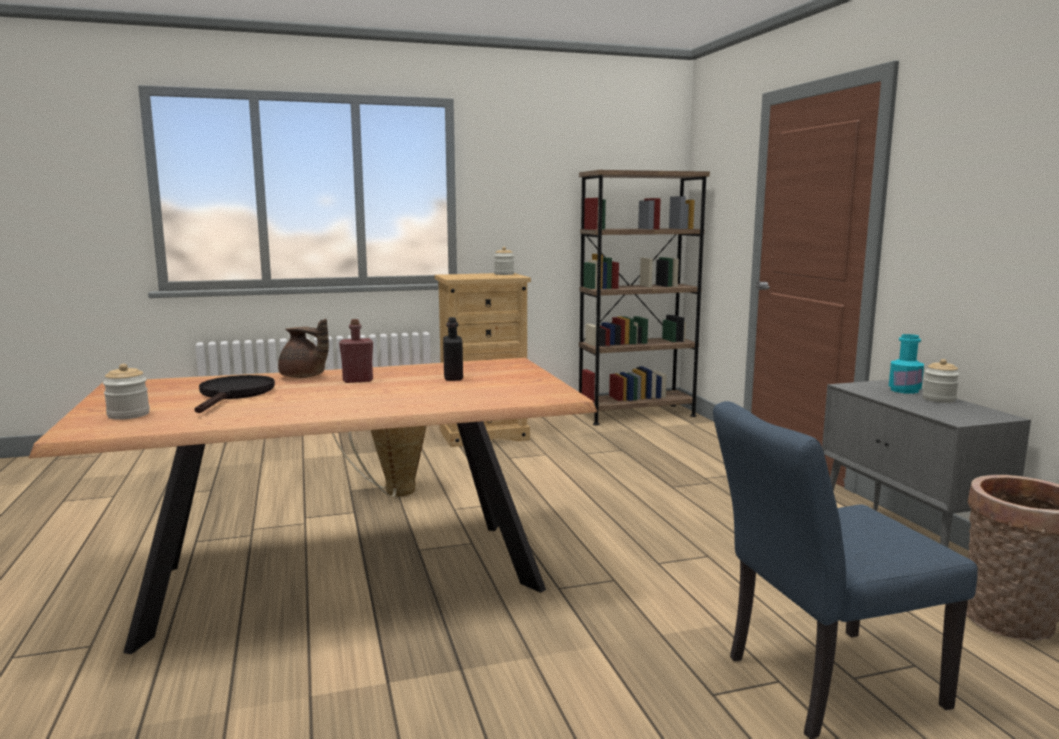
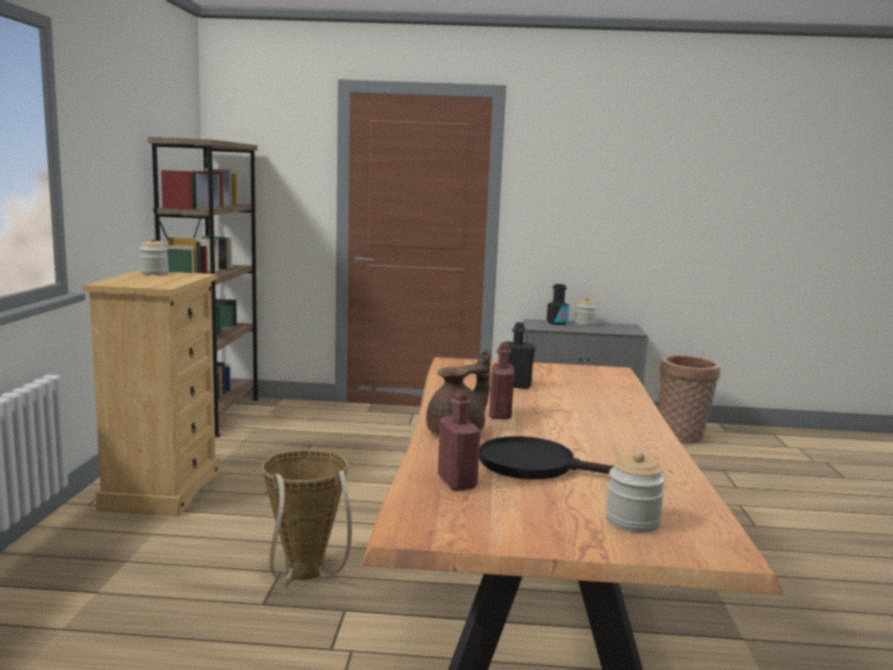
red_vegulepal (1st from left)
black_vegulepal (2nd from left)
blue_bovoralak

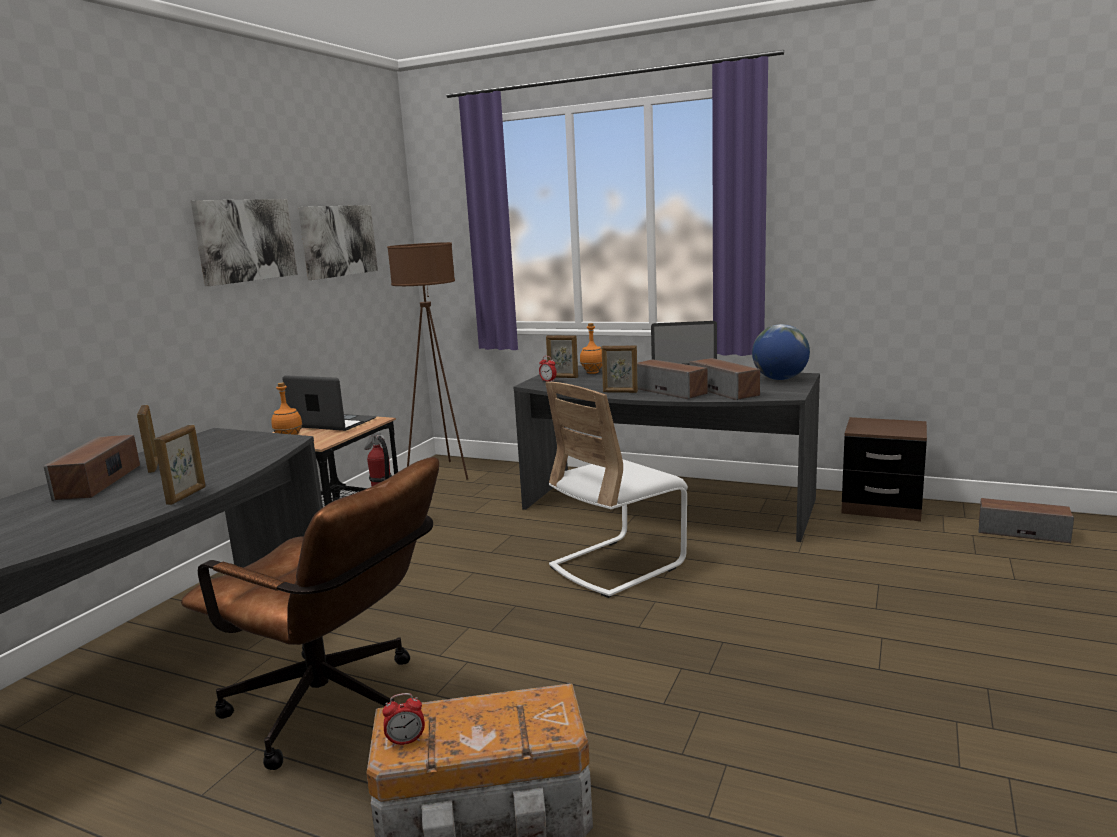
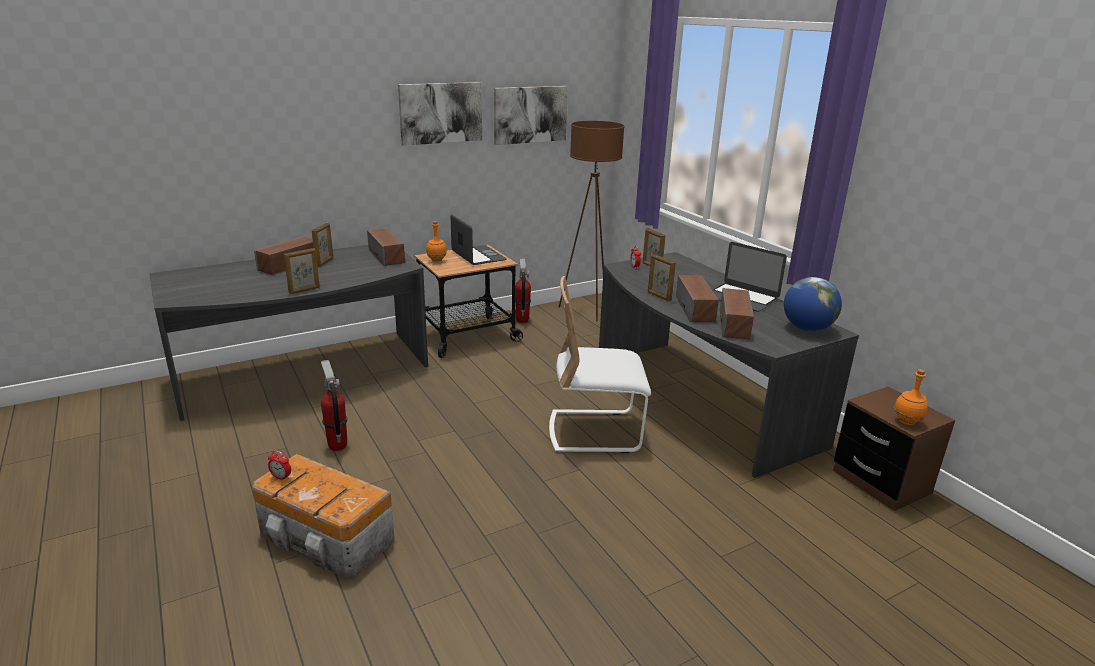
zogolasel (1st from left)
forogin (2nd from left)
orange_vegulepal (2nd from left)

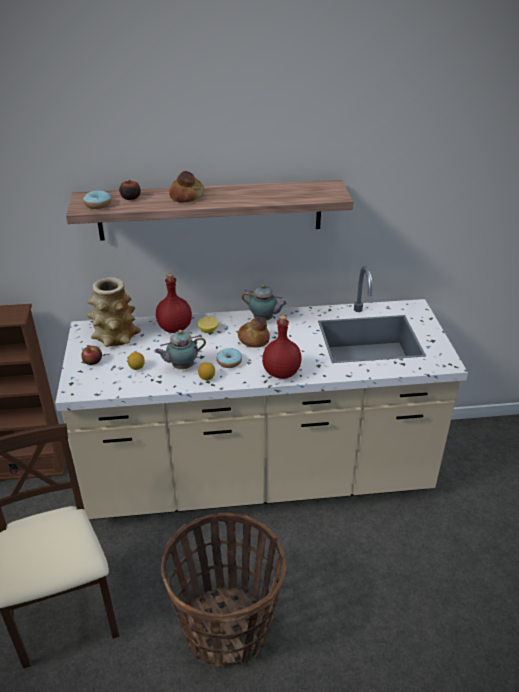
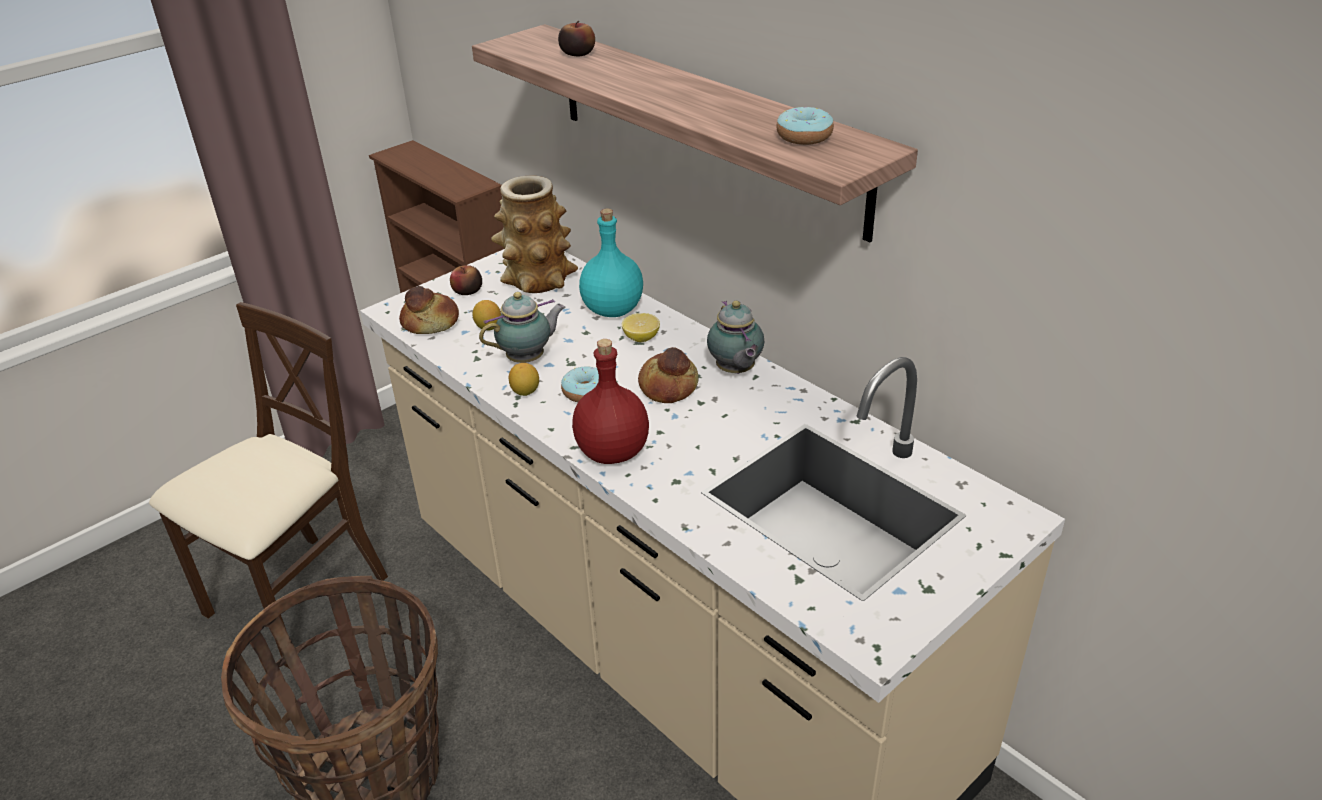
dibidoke (1st from left)
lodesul (1st from left)
turquoise_vegulepal
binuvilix (2nd from left)

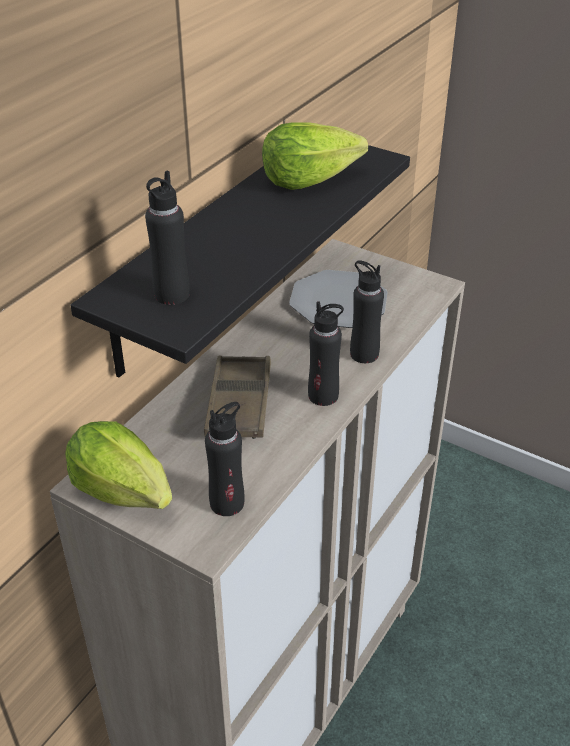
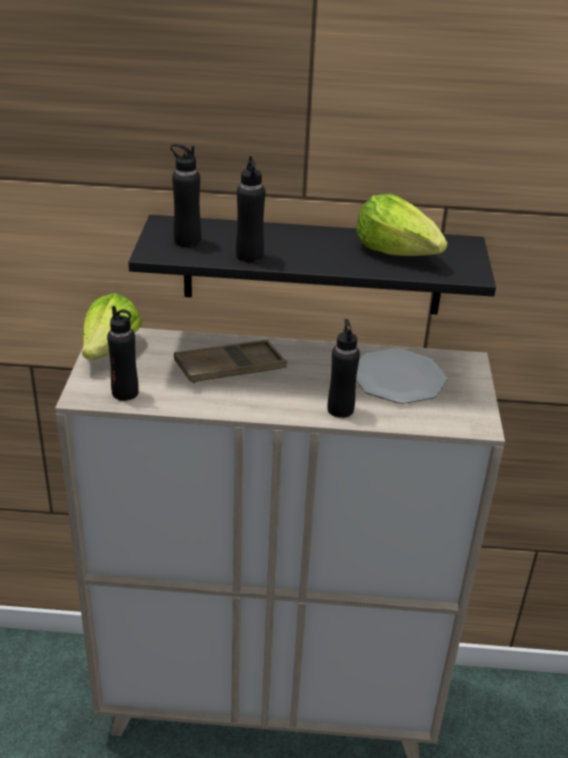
black_vegulepal (3rd from left)

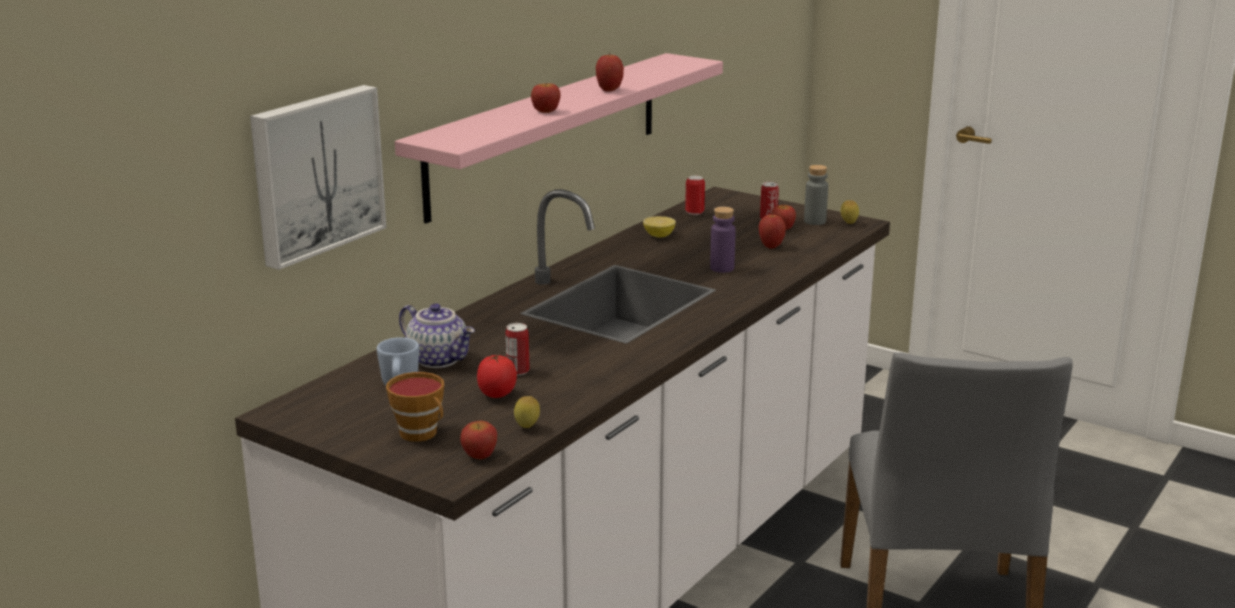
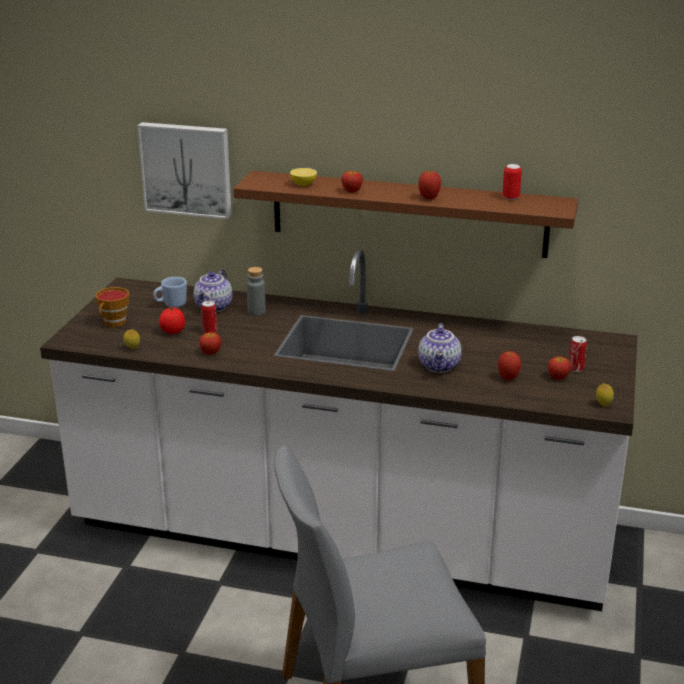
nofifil (1st from left)
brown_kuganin
grey_vegulepal
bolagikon (2nd from left)
lodesul (2nd from left)
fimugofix (2nd from left)

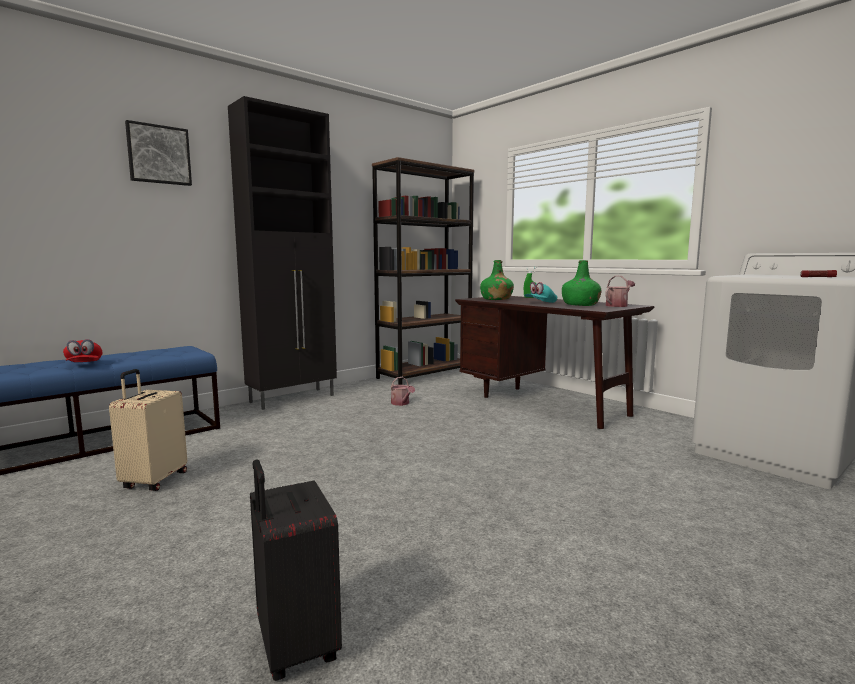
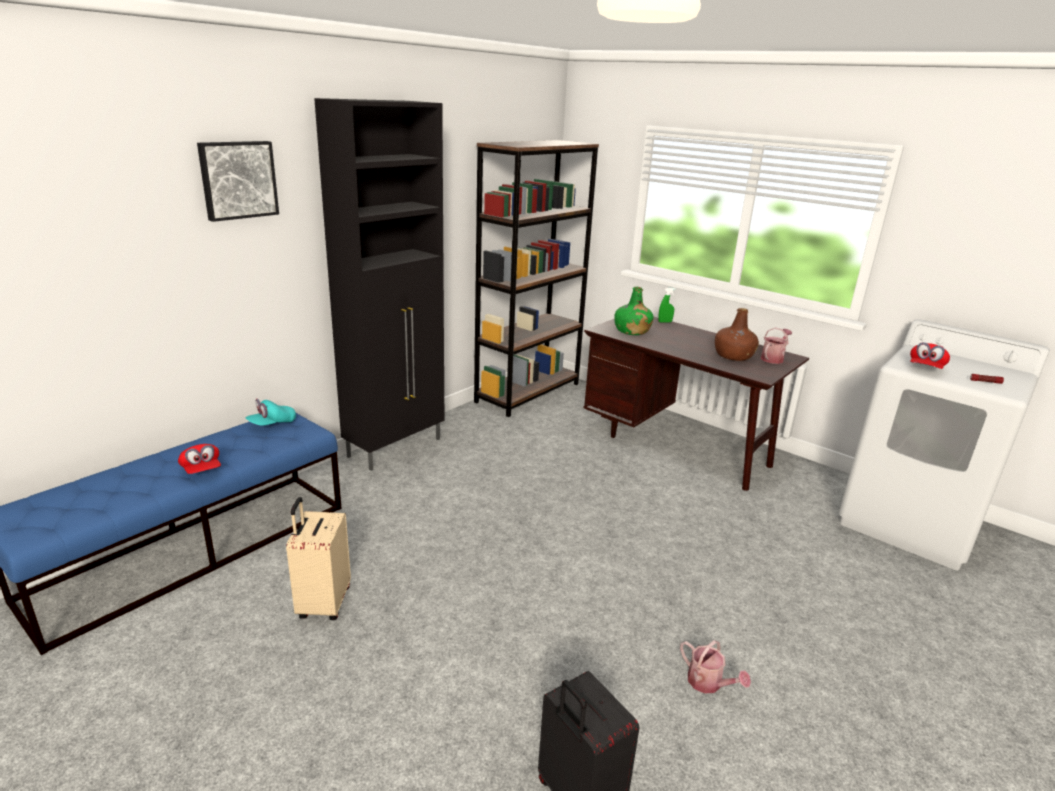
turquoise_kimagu
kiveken (1st from left)
brown_vegulepal
red_kimagu (2nd from left)

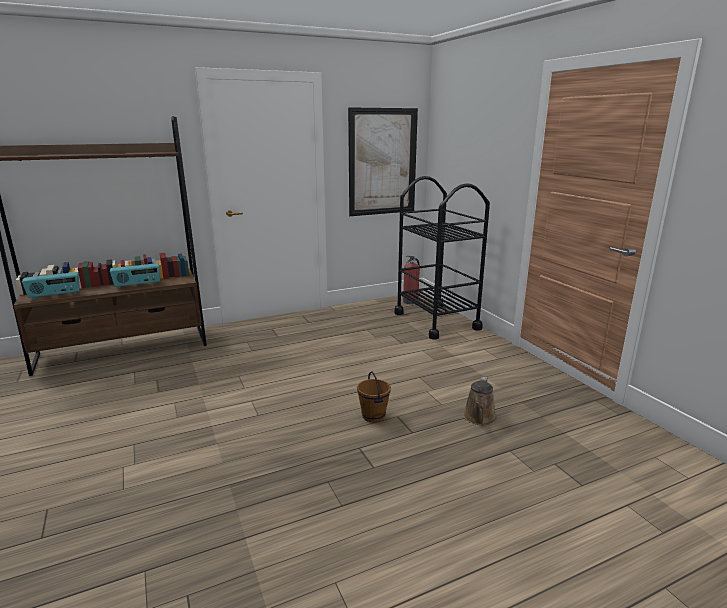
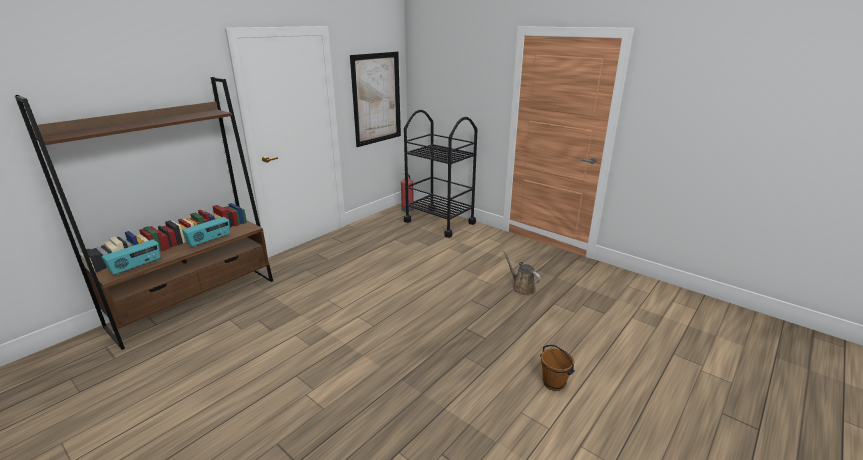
brown_kiveken
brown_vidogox

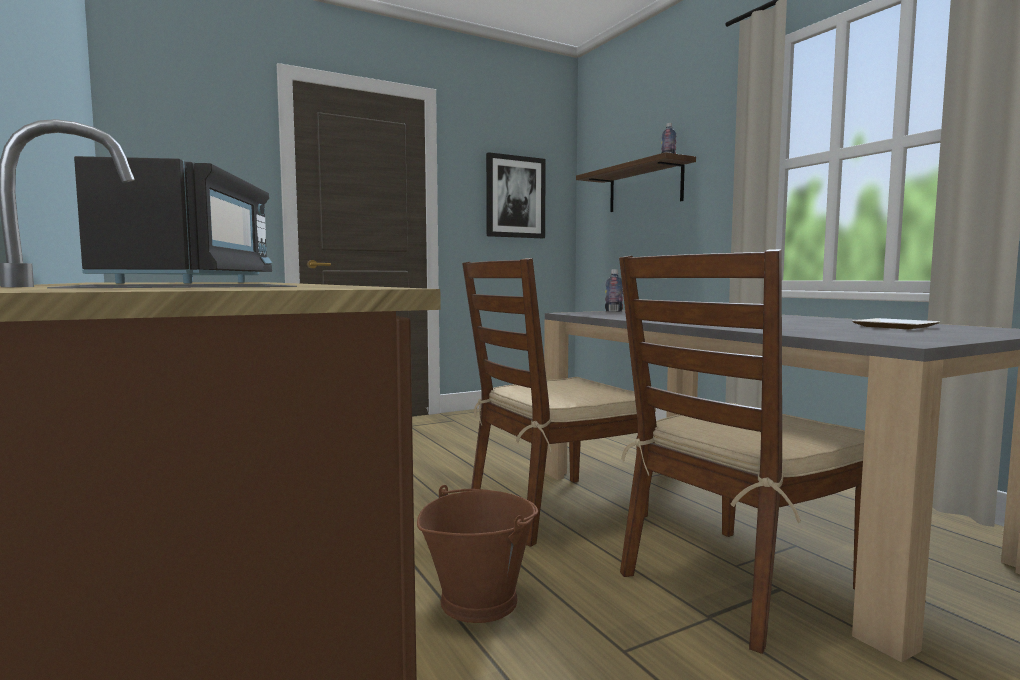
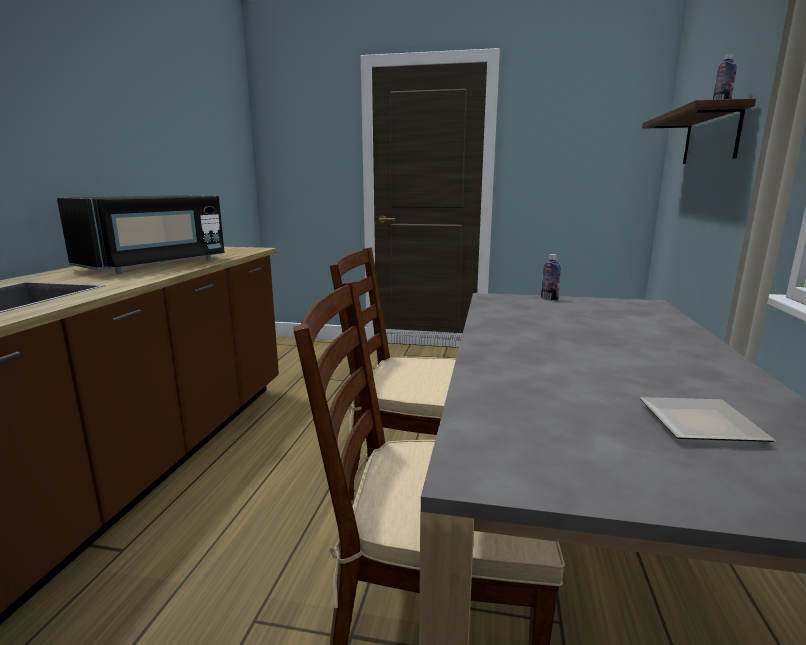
brown_vidogox
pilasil

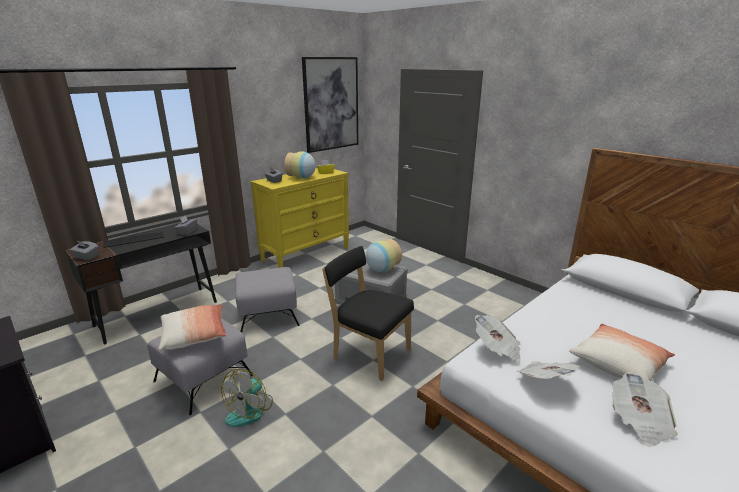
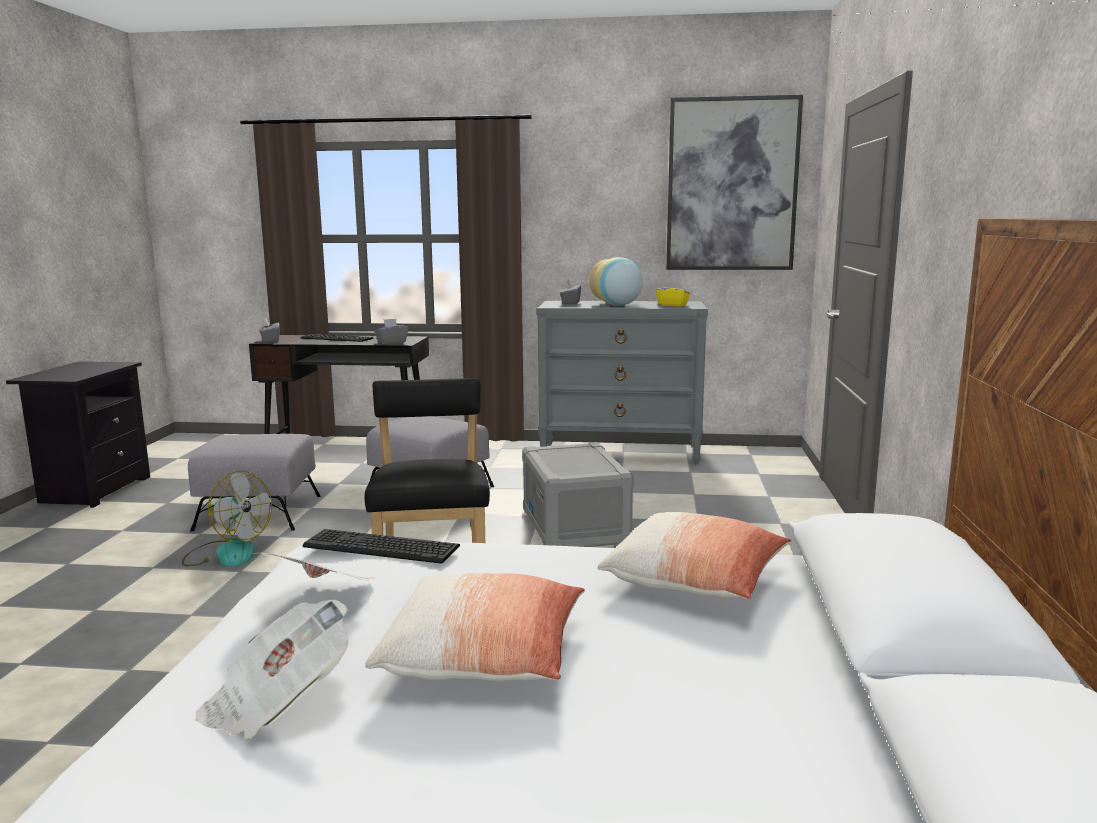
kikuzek
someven (2nd from left)
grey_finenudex
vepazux (2nd from left)
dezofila (2nd from left in the first image)

